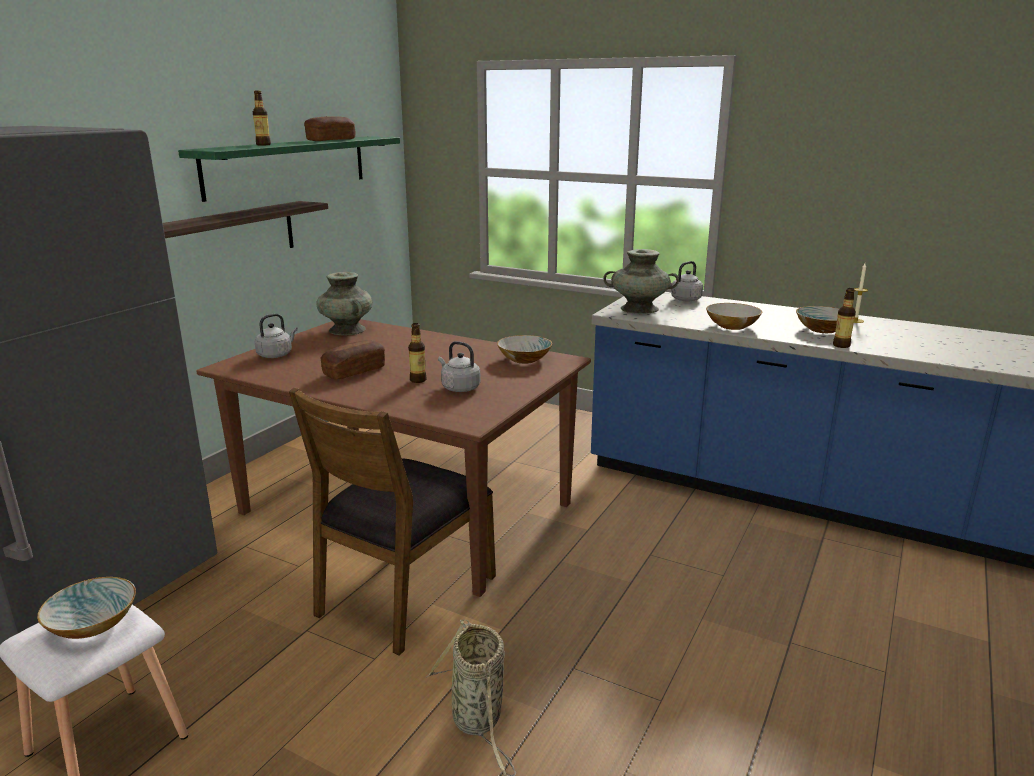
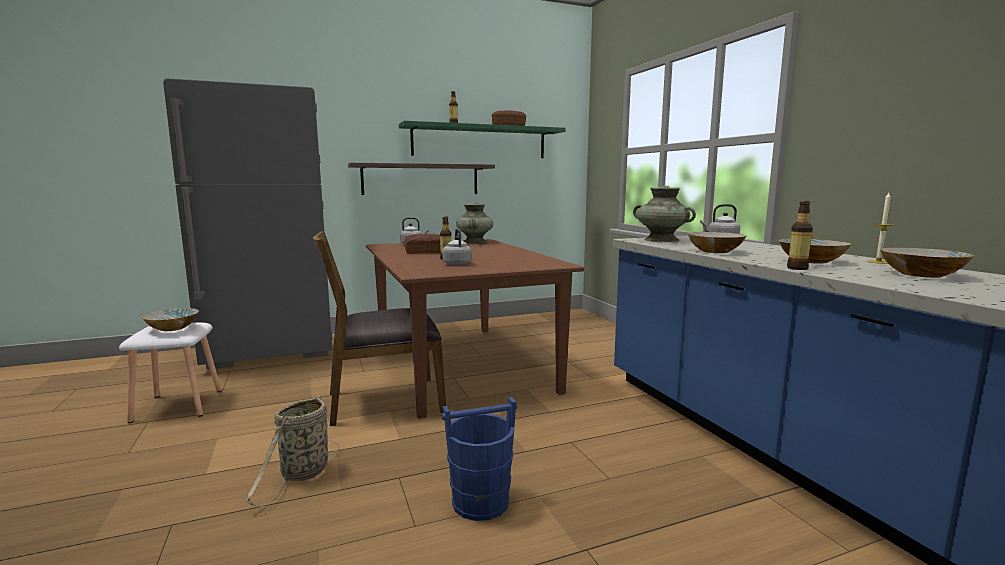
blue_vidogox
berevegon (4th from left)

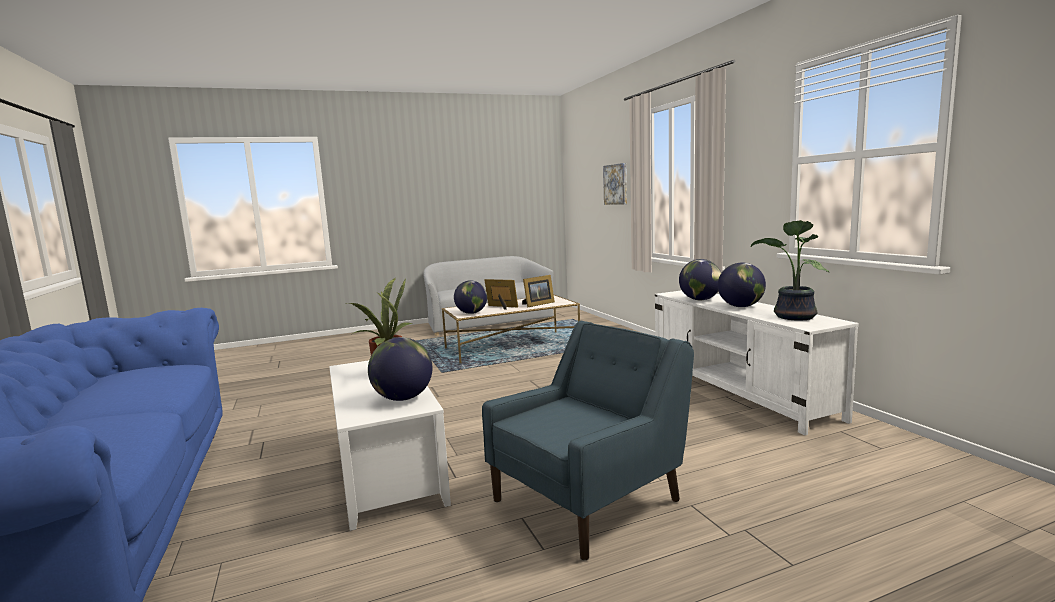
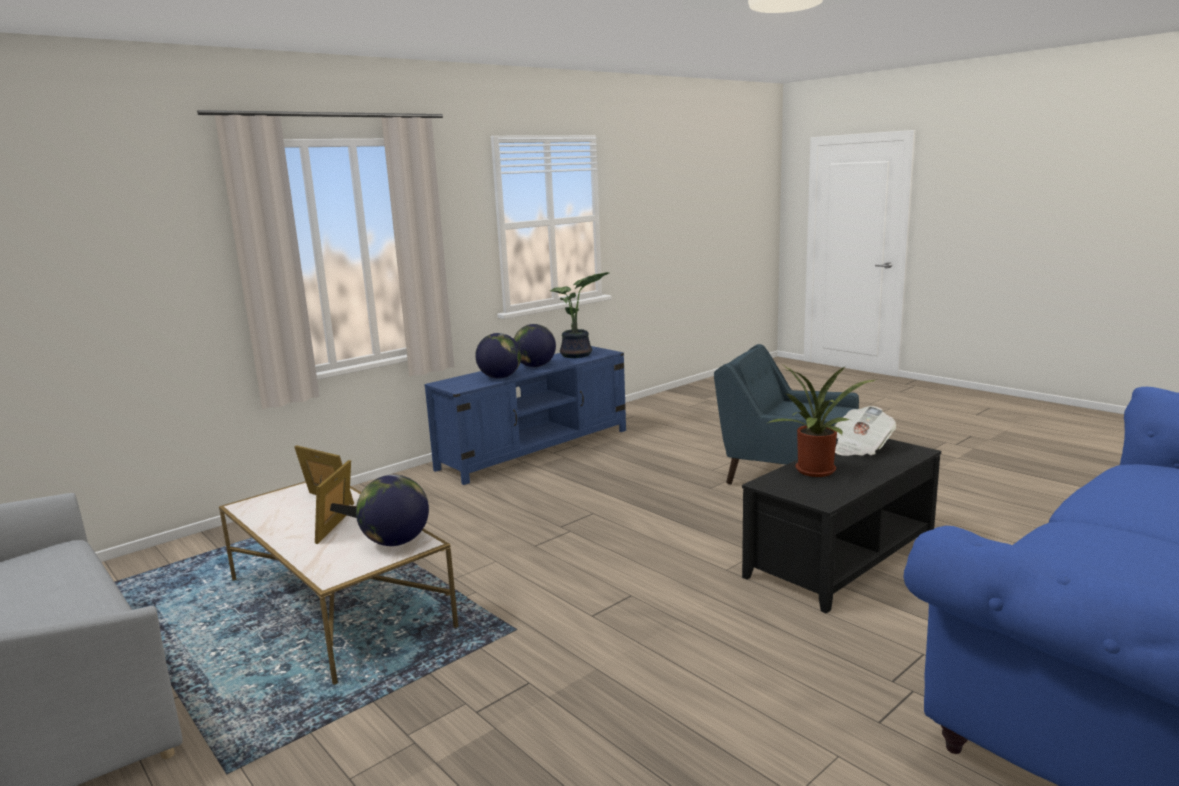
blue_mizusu
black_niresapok
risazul
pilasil

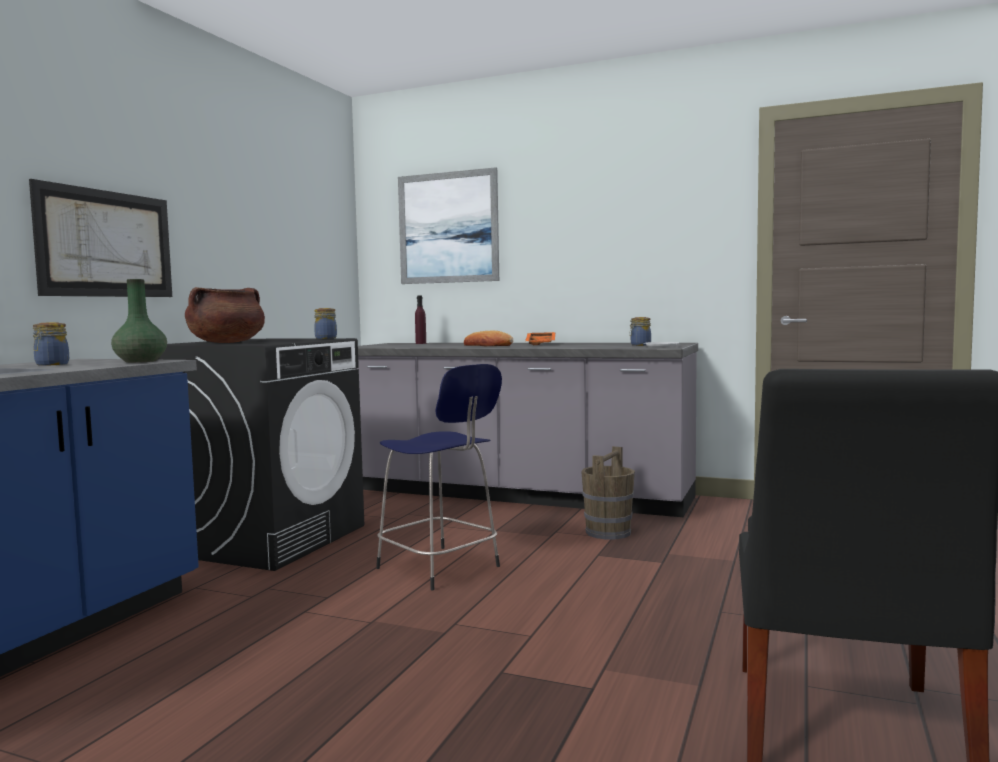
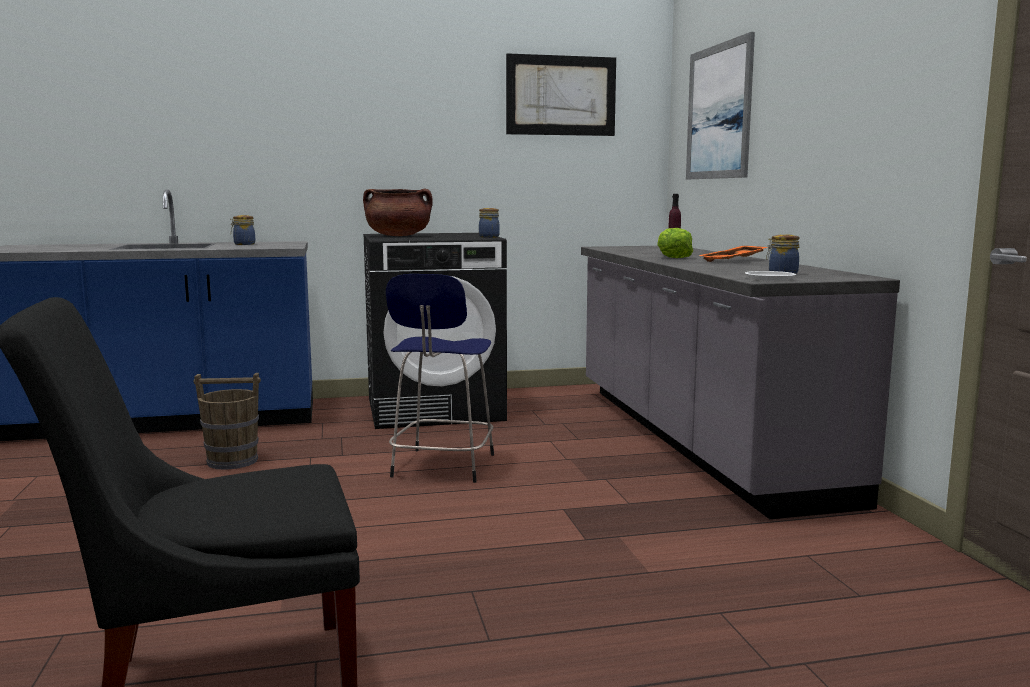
brown_vidogox
pilasil (1st from left)
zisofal
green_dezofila

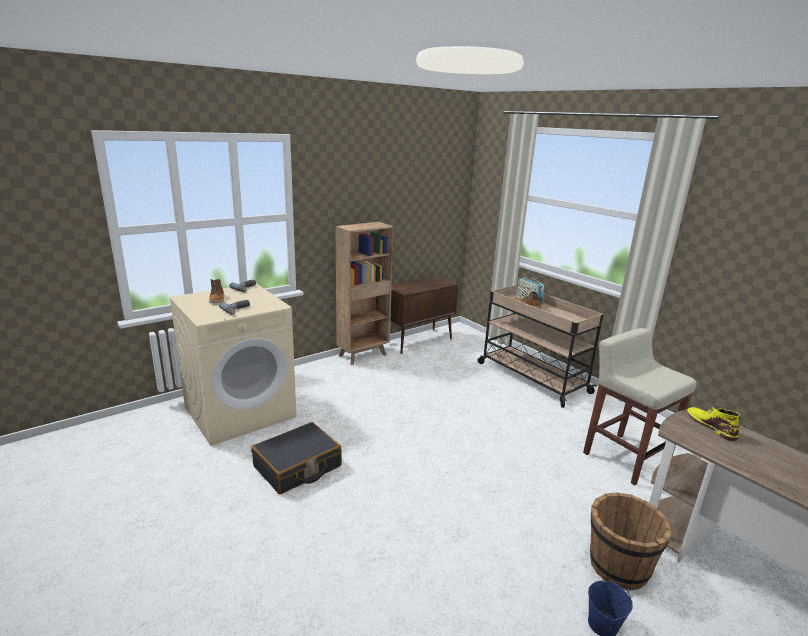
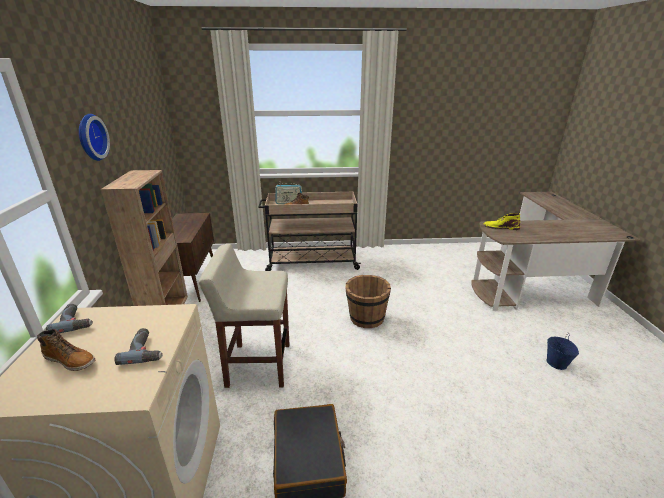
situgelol
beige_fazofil
brown_vidogox

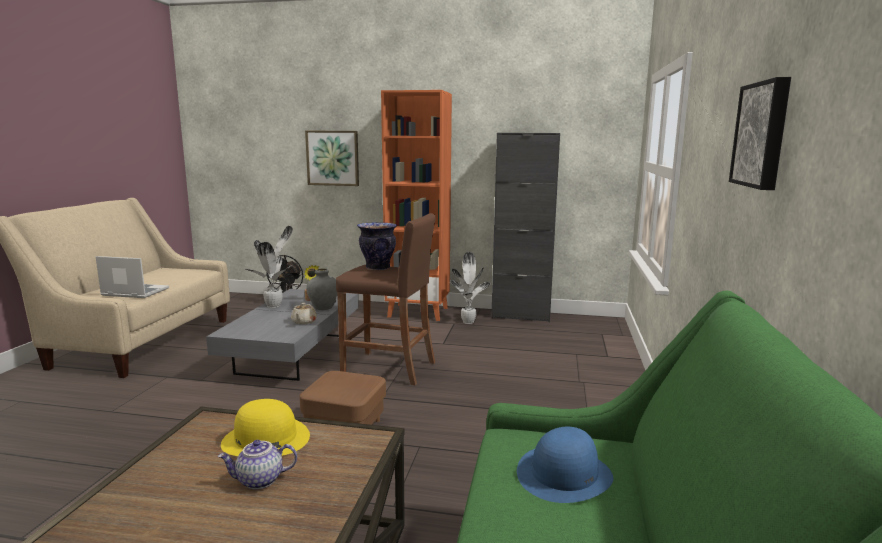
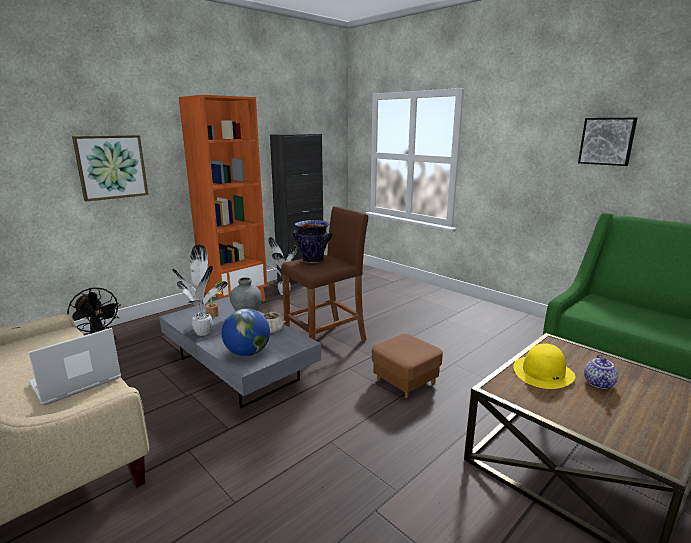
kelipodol
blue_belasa

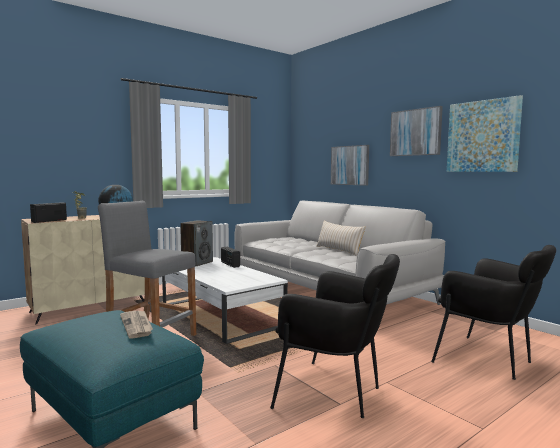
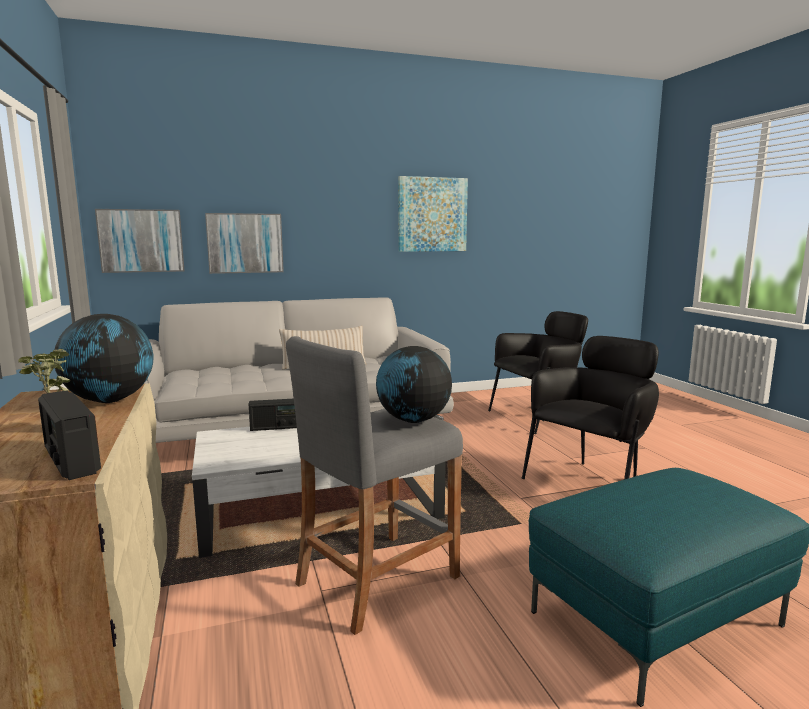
pilasil (1st from left)
kelipodol (2nd from left)
risazul
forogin

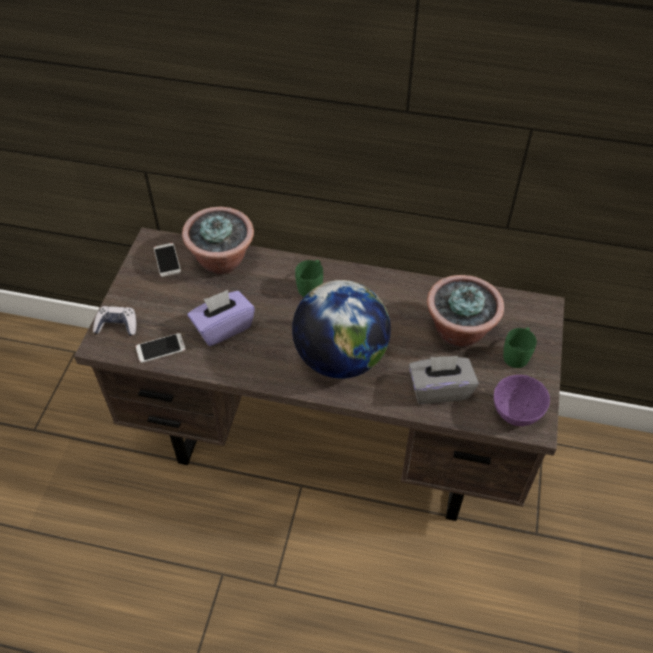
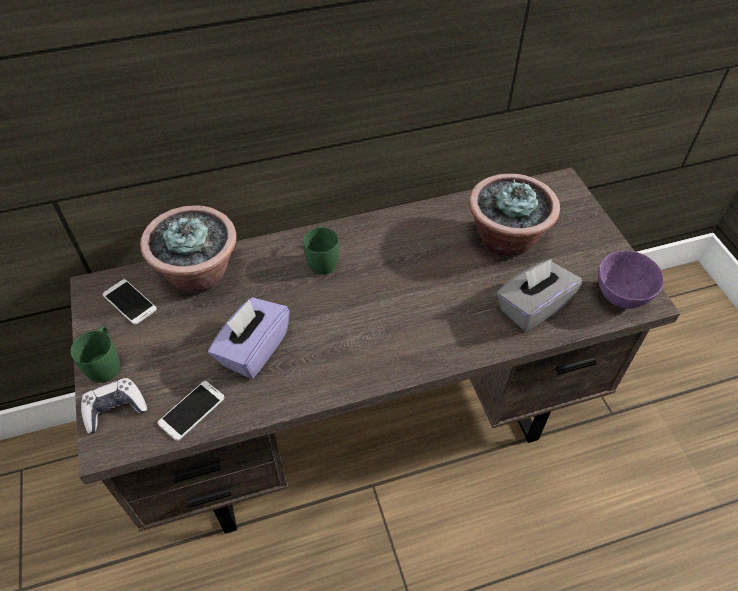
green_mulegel (1st from left)
kelipodol

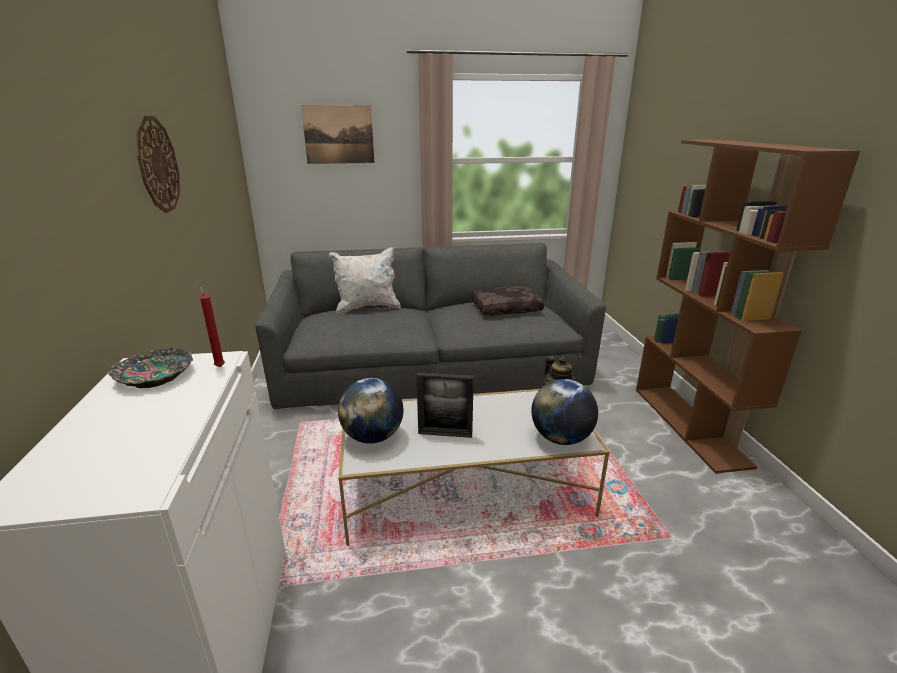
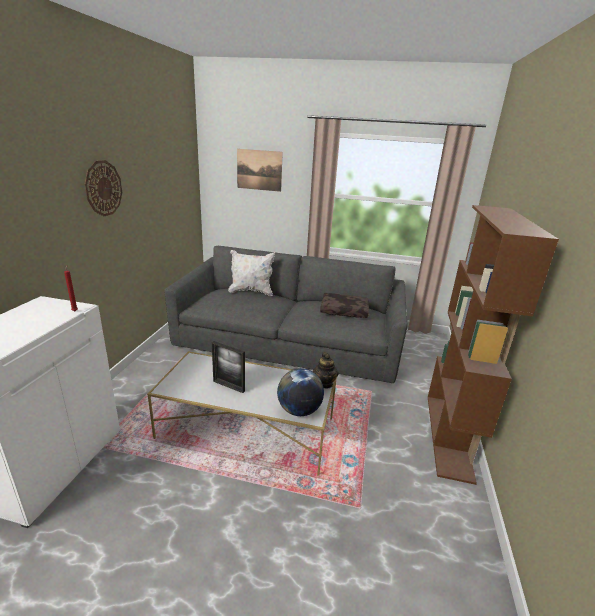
berevegon
kelipodol (1st from left in the first image)

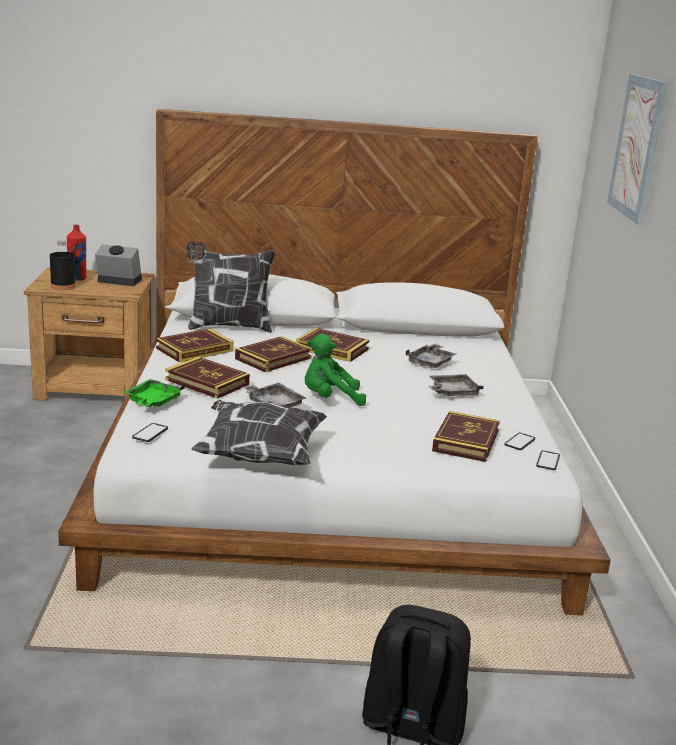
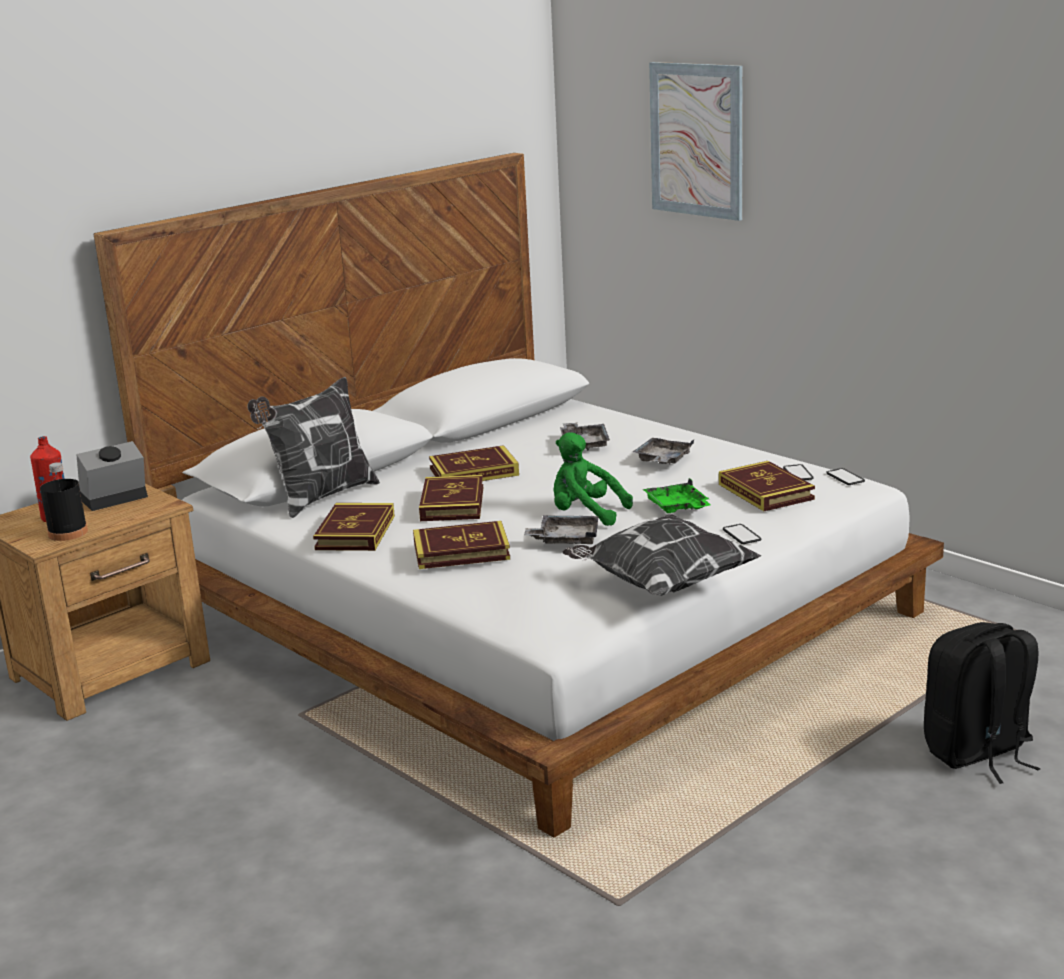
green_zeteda
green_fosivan
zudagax (1st from left)

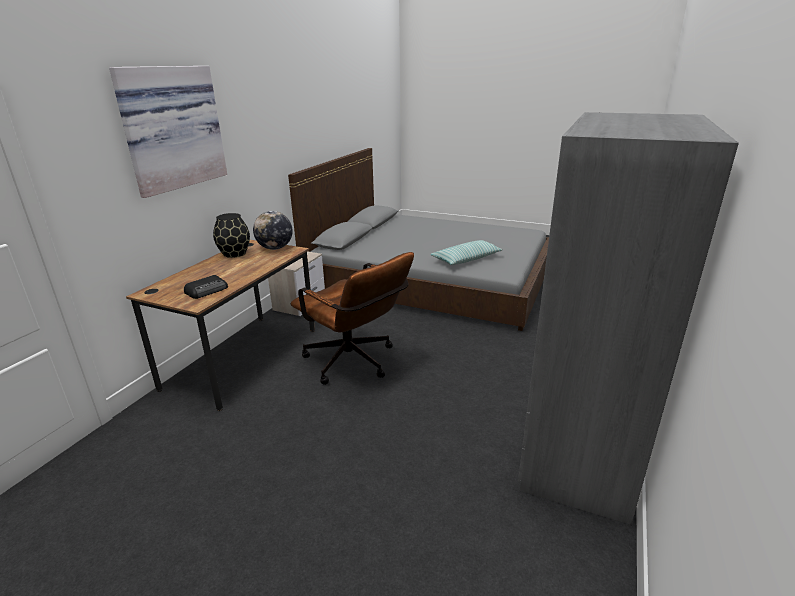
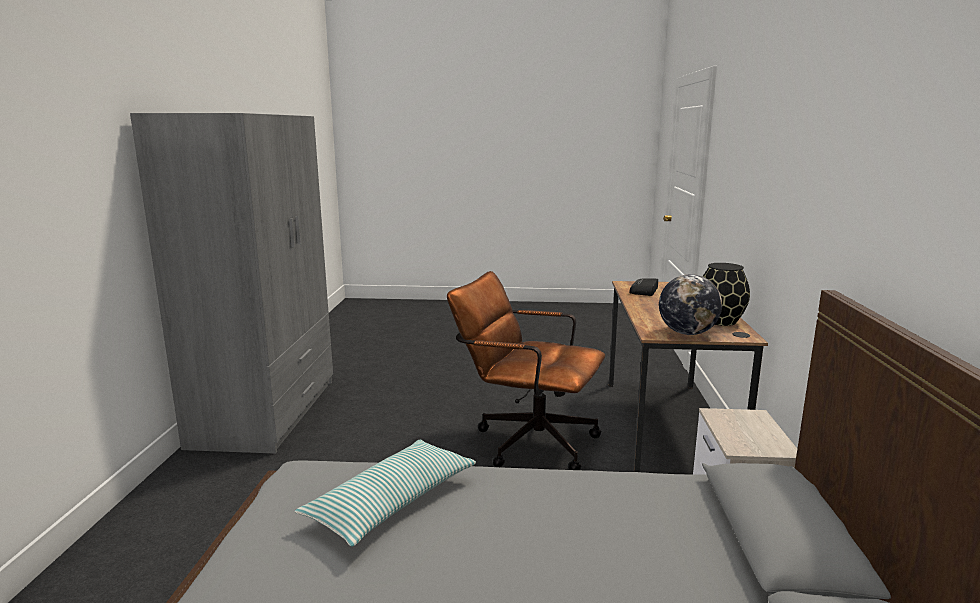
pilasil

